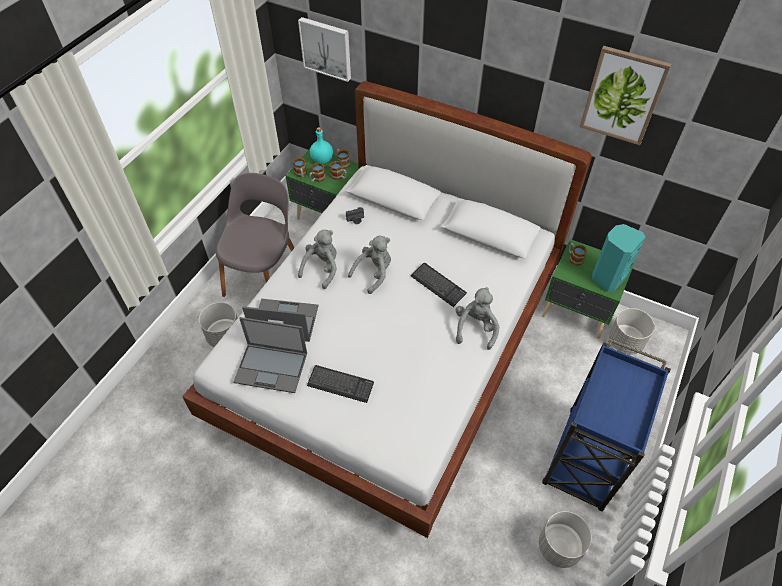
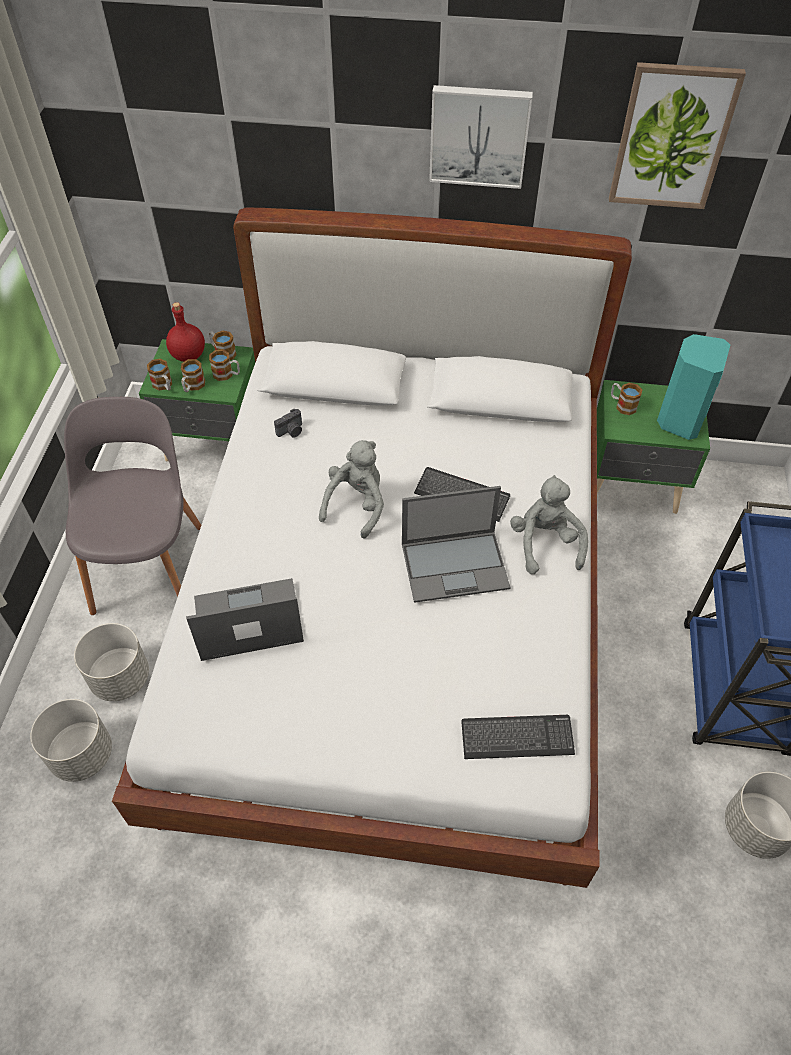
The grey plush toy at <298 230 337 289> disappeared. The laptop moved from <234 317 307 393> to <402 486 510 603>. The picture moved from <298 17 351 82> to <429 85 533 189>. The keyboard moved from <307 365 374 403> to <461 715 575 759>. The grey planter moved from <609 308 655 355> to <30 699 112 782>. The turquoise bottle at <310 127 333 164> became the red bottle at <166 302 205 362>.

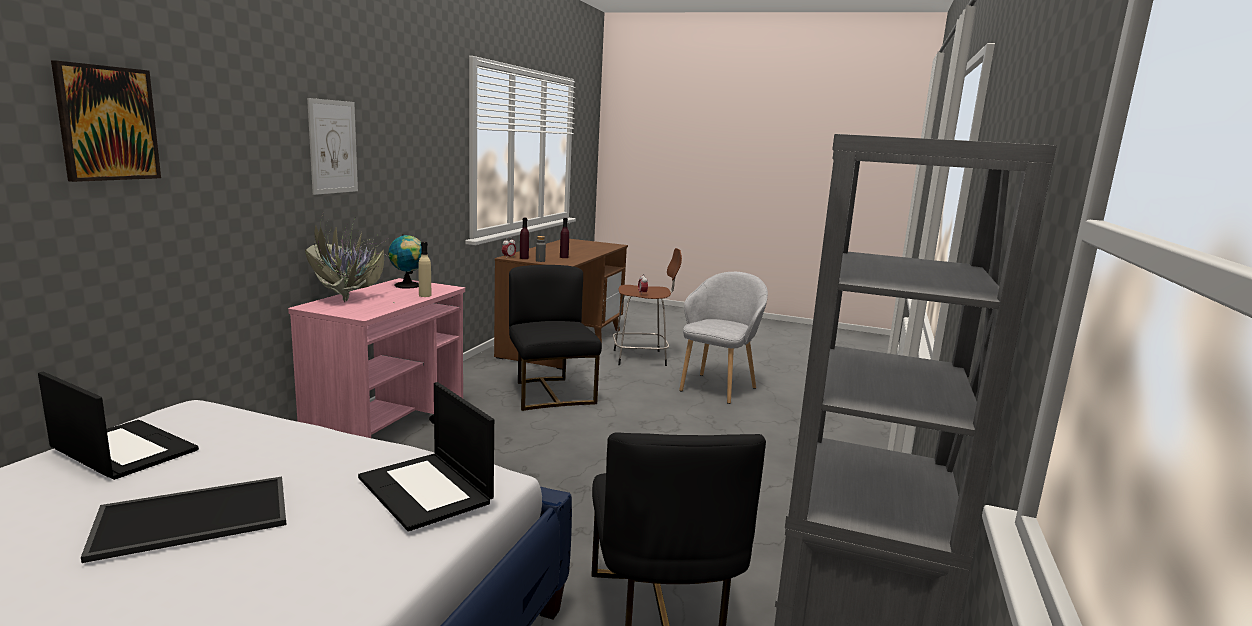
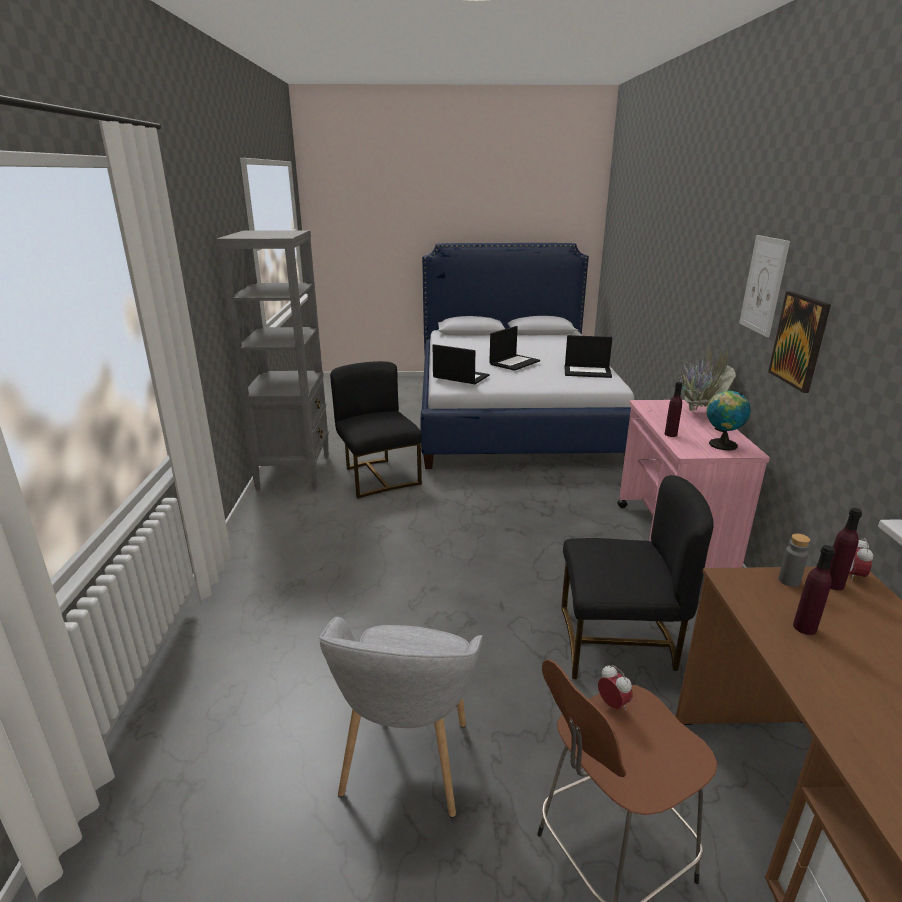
The picture moved from <51 60 161 182> to <768 291 831 393>. The tray at <81 476 286 563> was replaced by the laptop at <489 326 540 371>. The beige bottle at <418 242 431 297> became the purple bottle at <665 382 683 437>. The black chair at <509 265 602 411> turned 45 degrees counterclockwise.

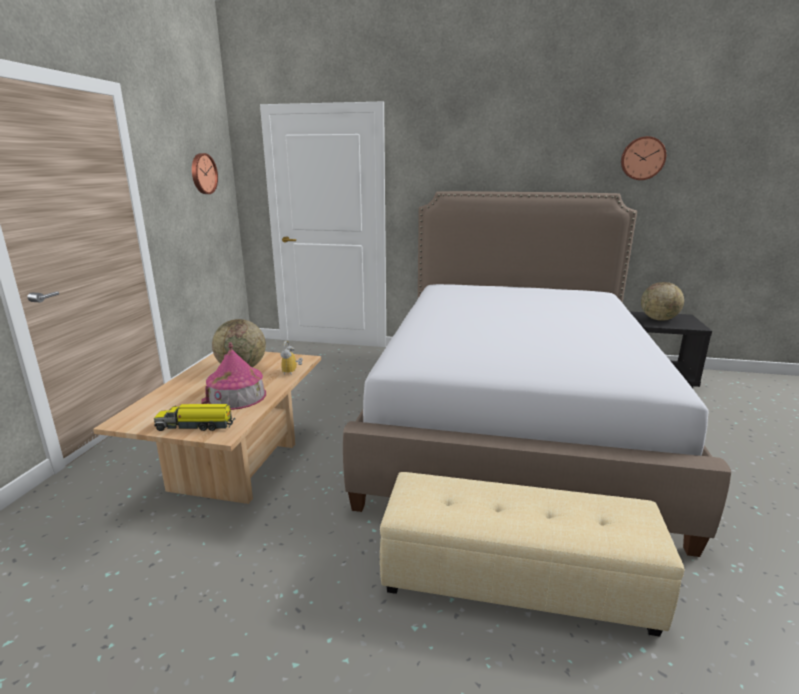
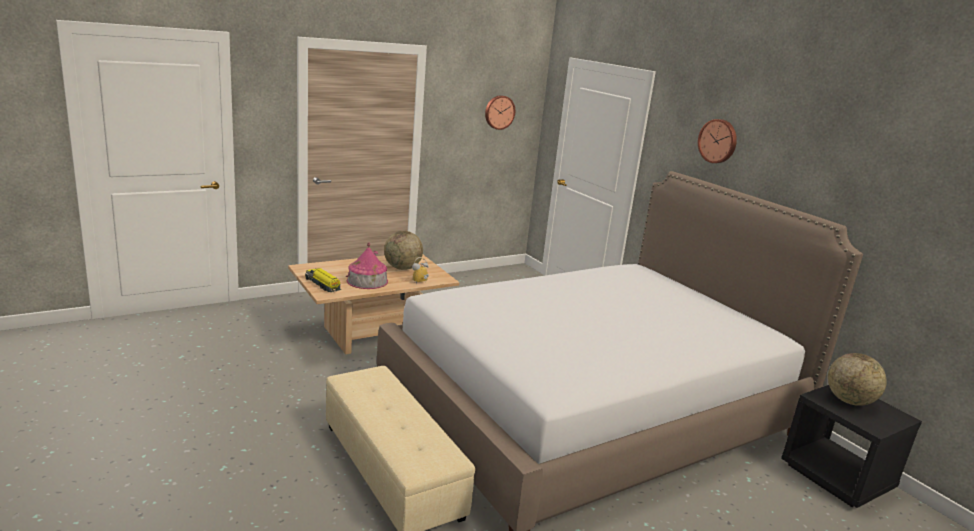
The wall clock moved from <621 136 666 180> to <698 119 737 163>.

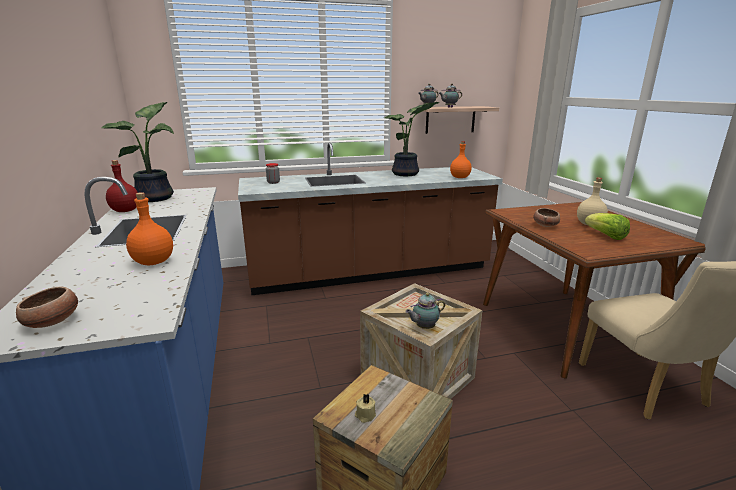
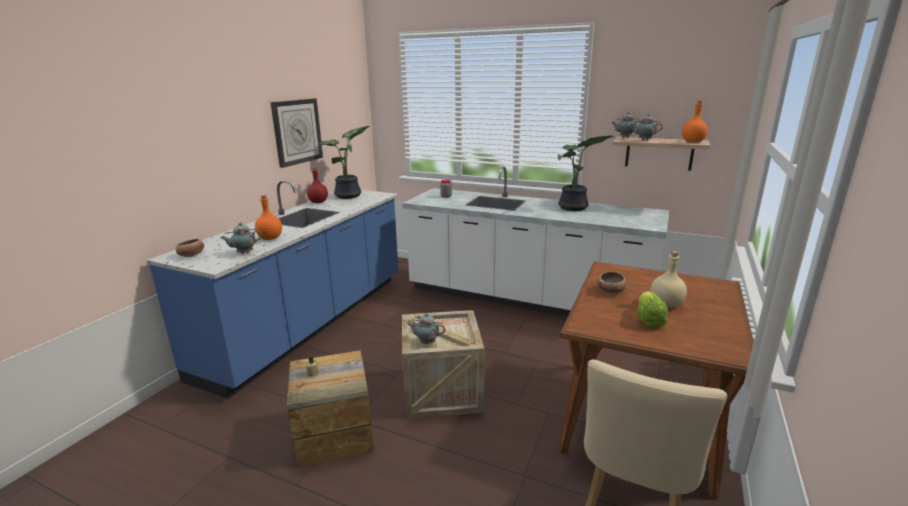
The teapot at <221 222 262 254> appeared. The wall clock at <270 98 323 168> appeared. The orange bottle moved from <450 141 472 178> to <682 101 708 143>. The brown counter at <238 142 503 295> became the white counter at <402 166 669 317>.

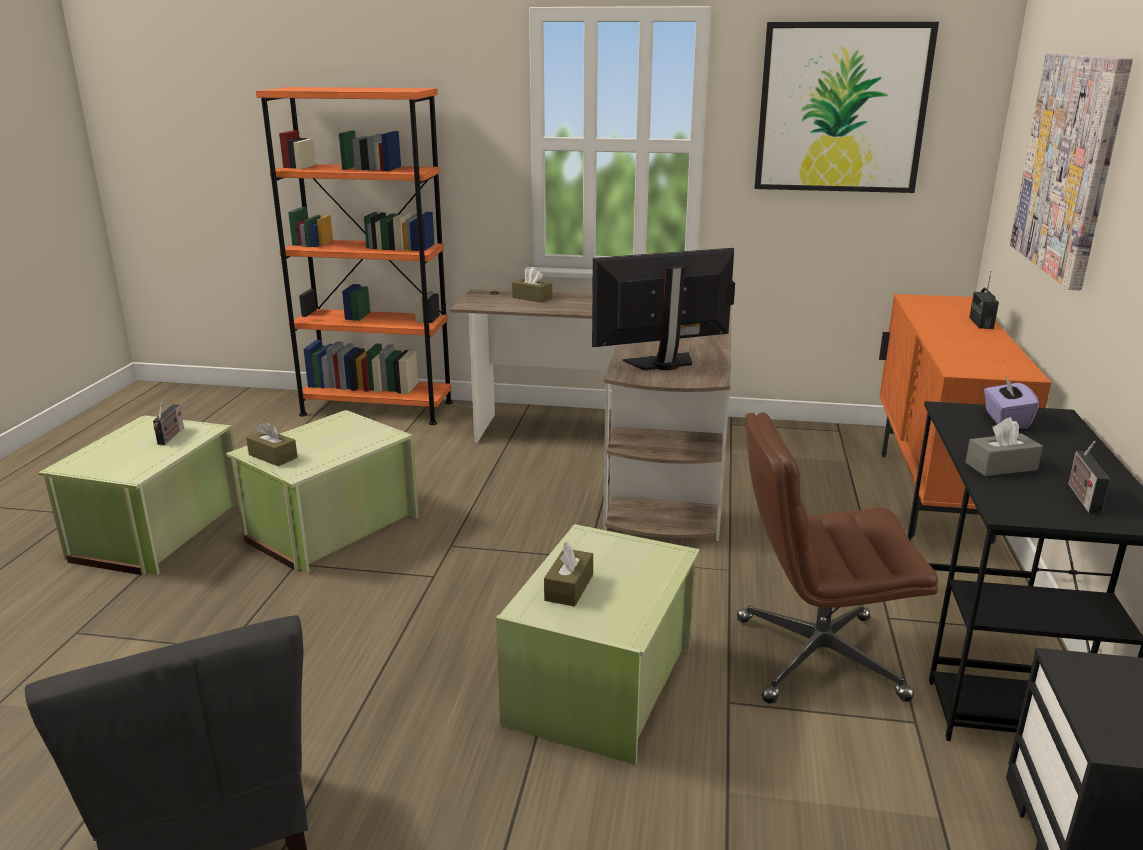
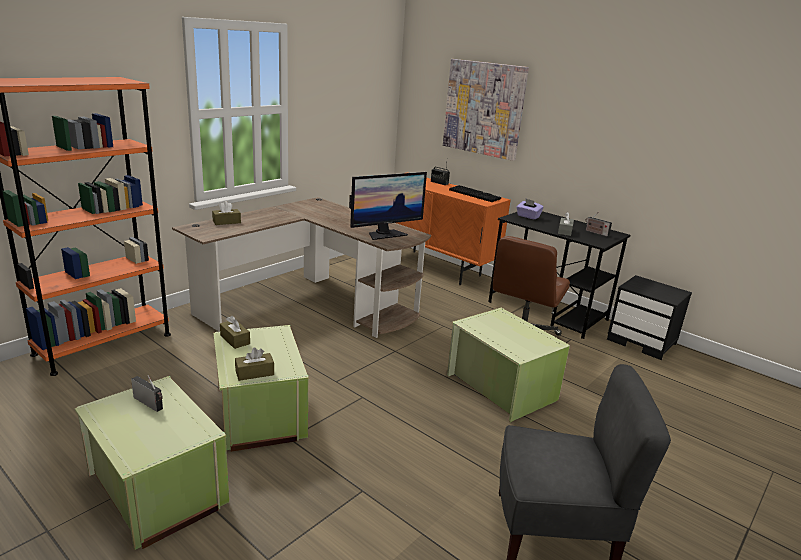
The picture at <755 22 939 193> disappeared. The keyboard at <449 185 501 202> appeared. The brown tissue box moved from <544 542 593 607> to <220 316 250 349>. The monitor at <592 248 735 371> turned 135 degrees counterclockwise.

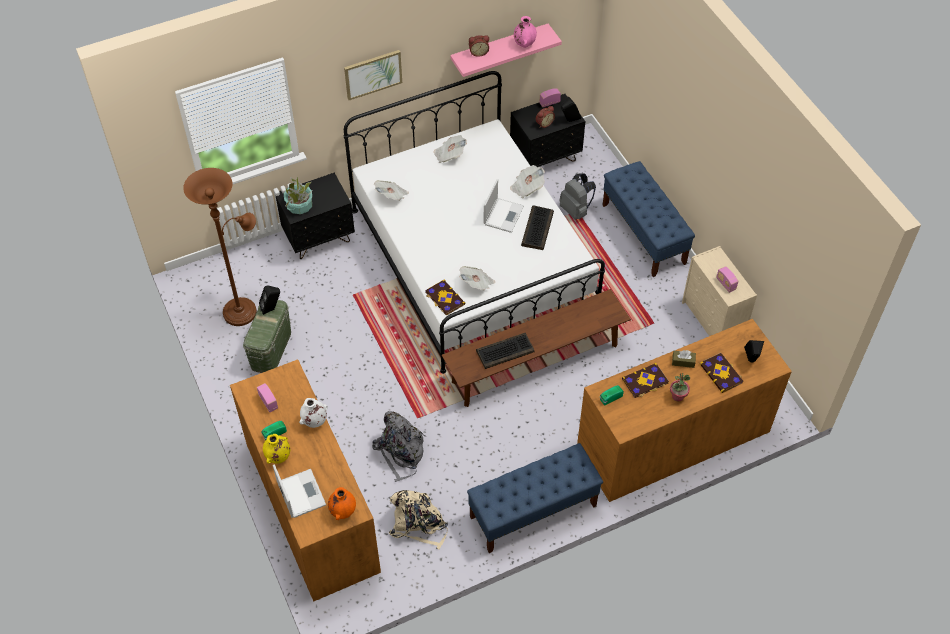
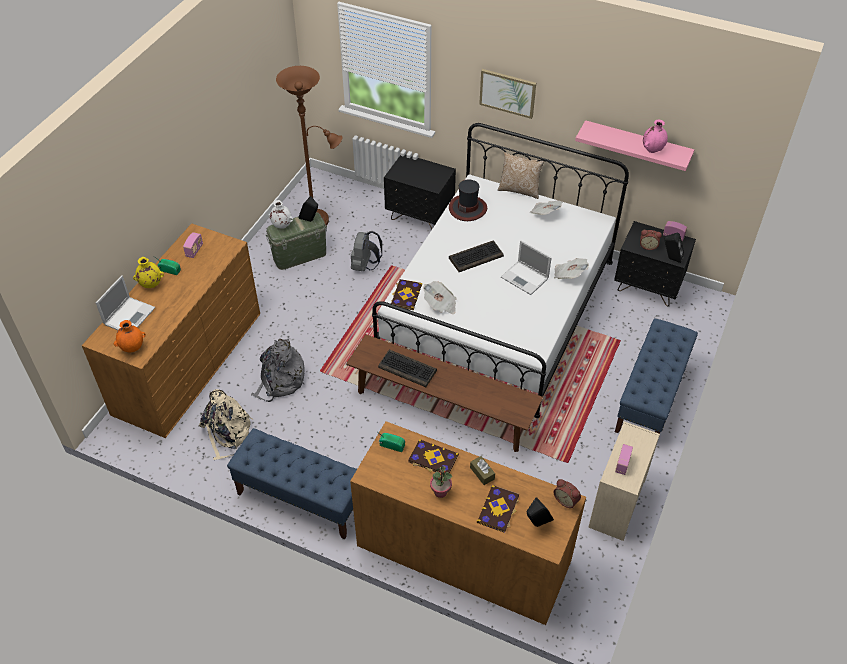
The potted plant at <284 176 314 214> disappeared. The pillow at <498 152 545 199> appeared. The white vase moved from <299 398 328 428> to <268 200 293 229>. The alarm clock moved from <469 35 489 57> to <553 479 581 508>. The keyboard moved from <521 206 554 250> to <449 240 504 272>. The grey backpack moved from <559 173 596 220> to <351 231 382 271>. The newspaper at <374 180 409 201> was replaced by the hat at <449 180 487 221>. The laptop at <484 179 524 233> turned 60 degrees clockwise.

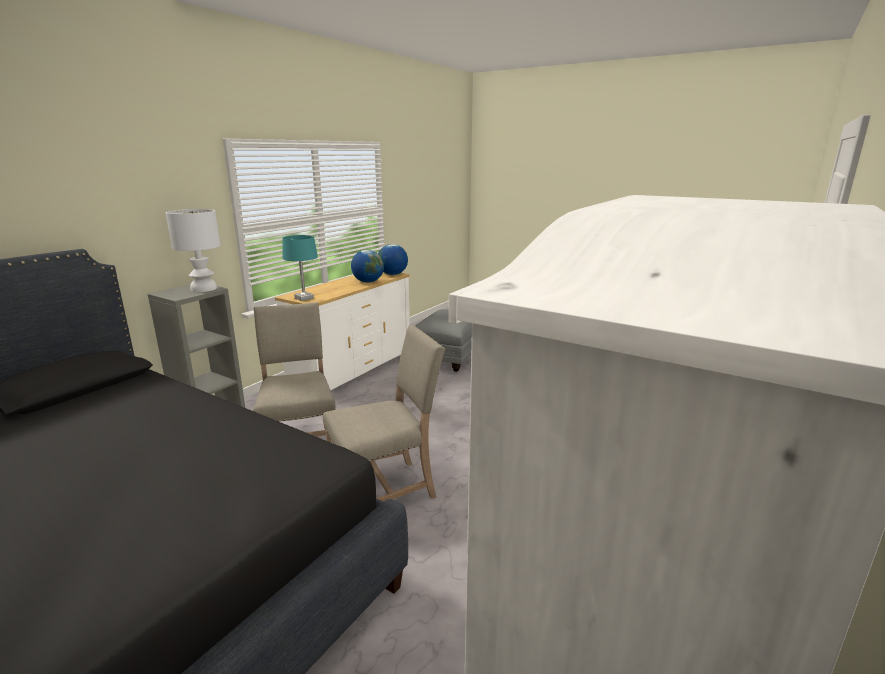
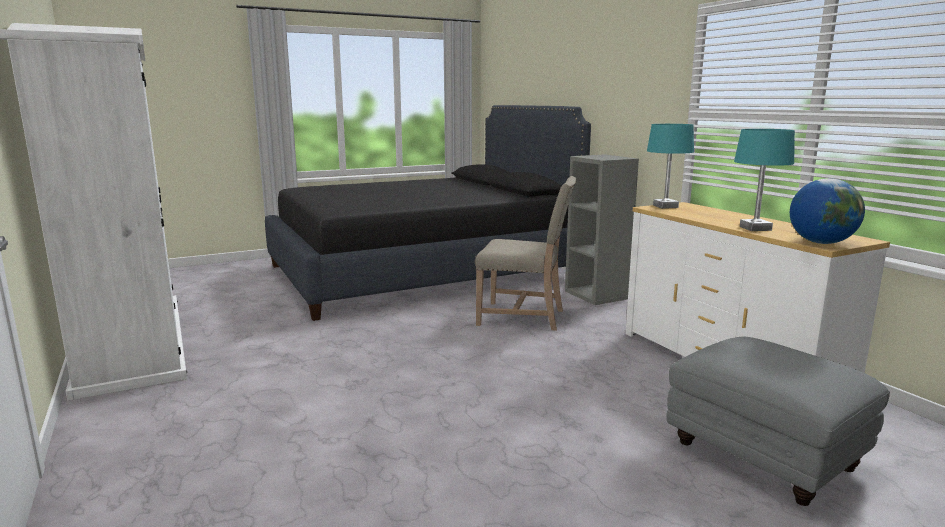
The white table lamp at <166 209 220 292> disappeared. The beige chair at <323 325 445 502> disappeared. The globe at <351 250 384 283> was replaced by the turquoise table lamp at <734 129 795 231>.

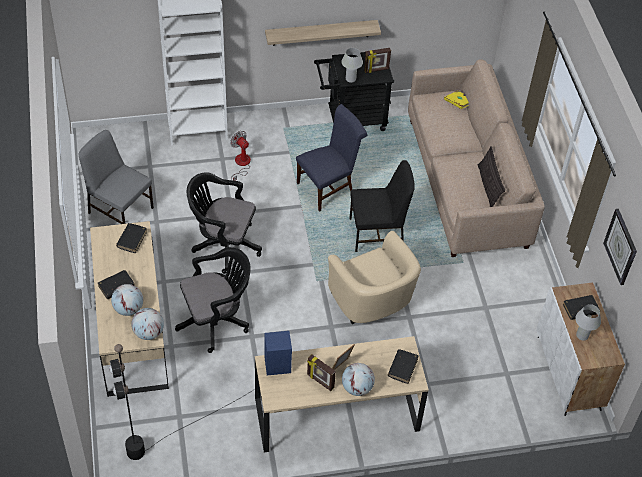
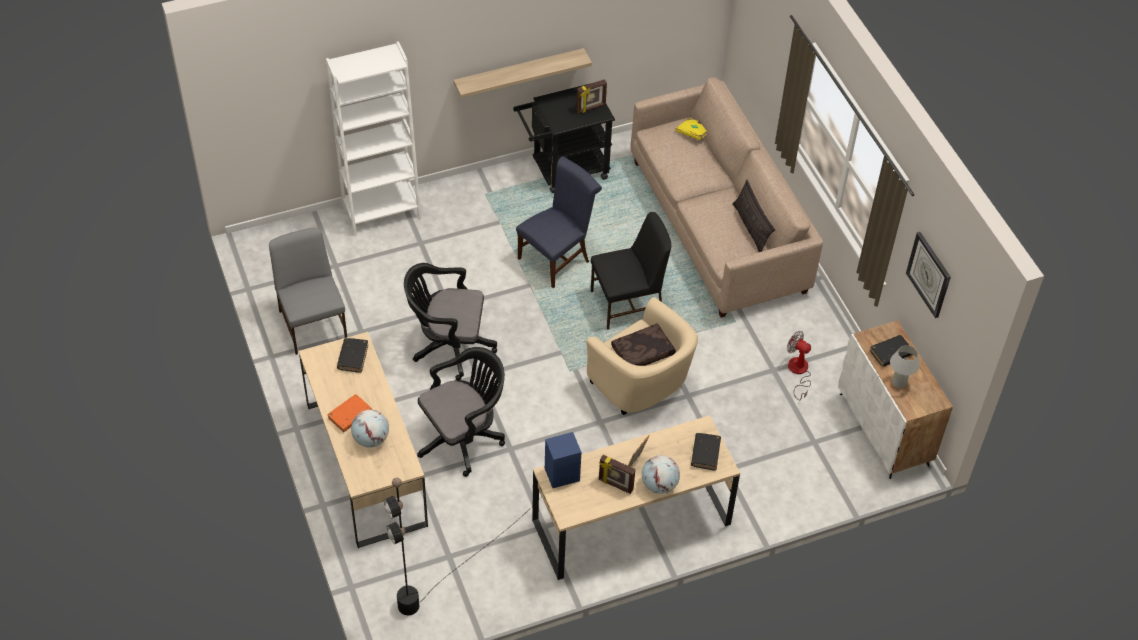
The globe at <131 308 164 340> disappeared. The white table lamp at <341 48 363 83> disappeared. The brown pillow at <611 323 676 366> appeared. The fan moved from <230 131 251 181> to <787 331 811 401>. The black book at <98 270 135 299> became the orange book at <327 394 372 432>. The grey chair at <78 130 154 224> turned 45 degrees clockwise.

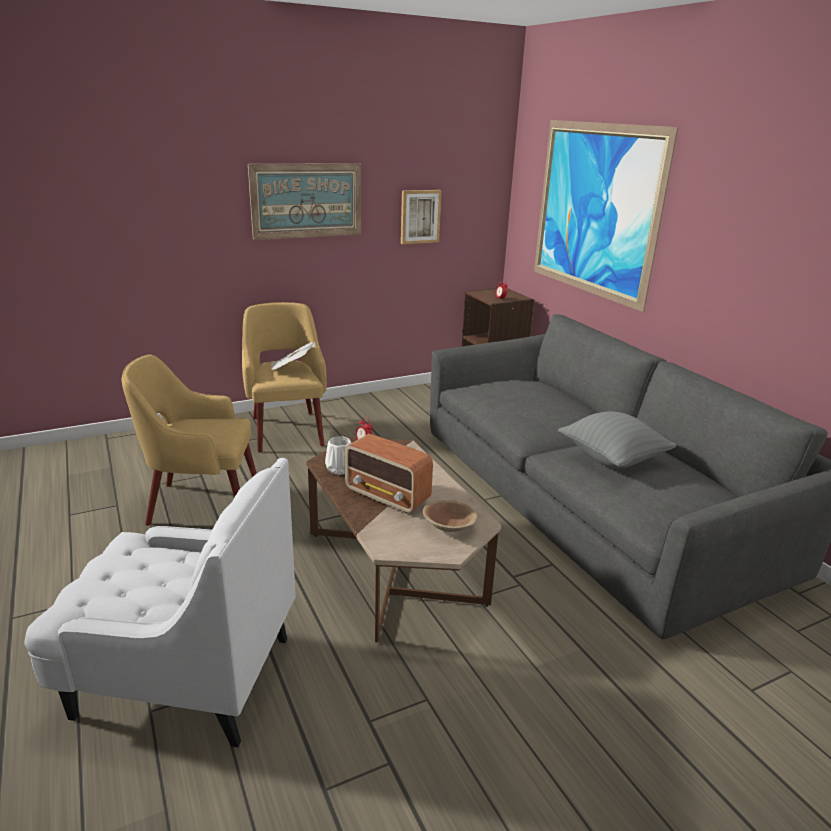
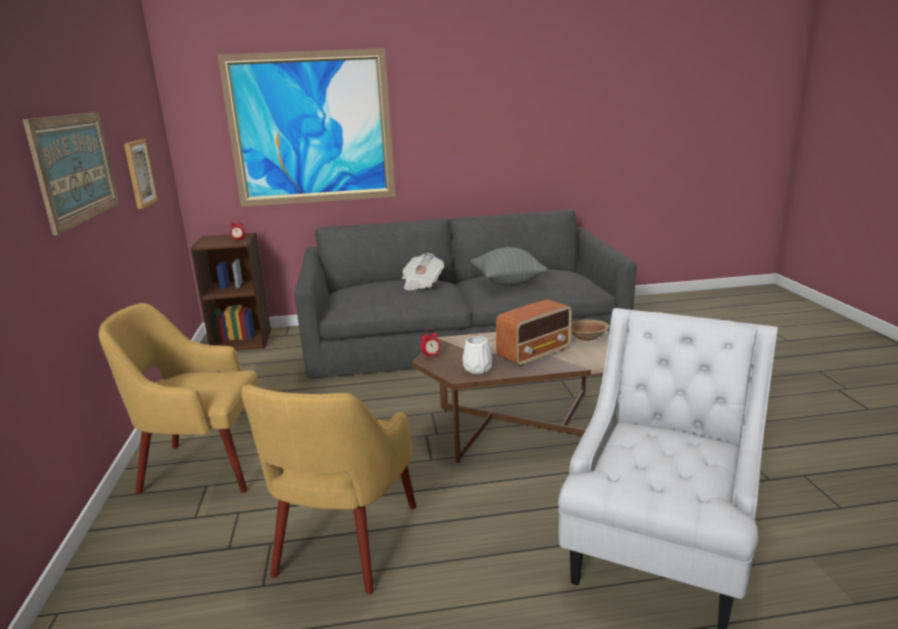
The newspaper moved from <271 342 315 371> to <402 253 444 290>.

